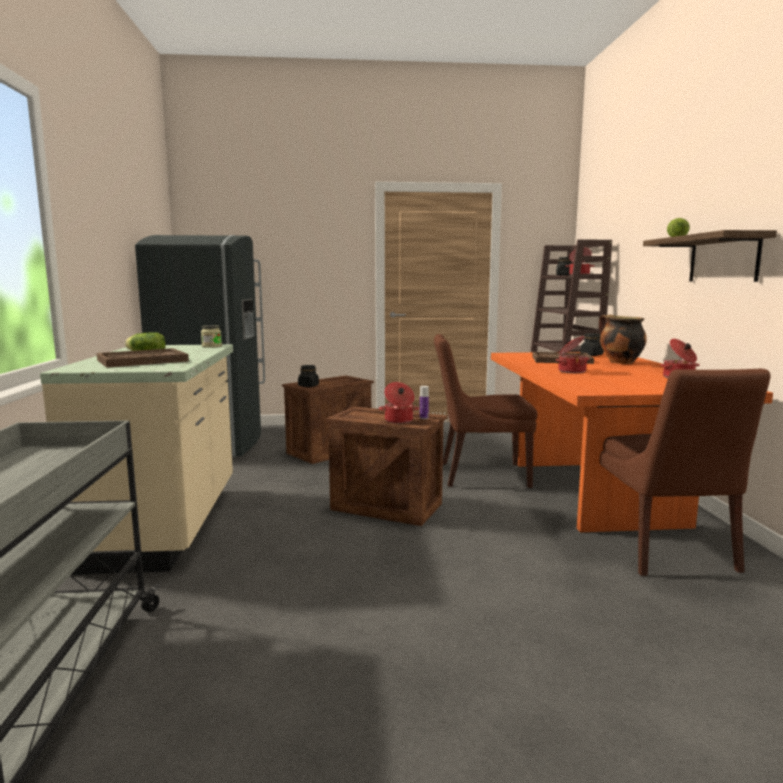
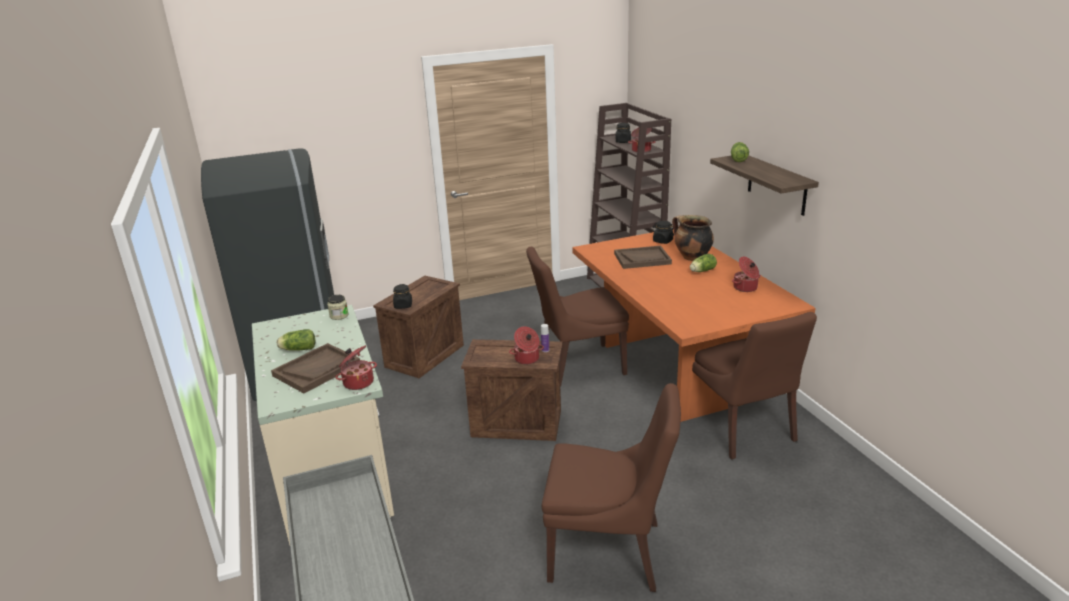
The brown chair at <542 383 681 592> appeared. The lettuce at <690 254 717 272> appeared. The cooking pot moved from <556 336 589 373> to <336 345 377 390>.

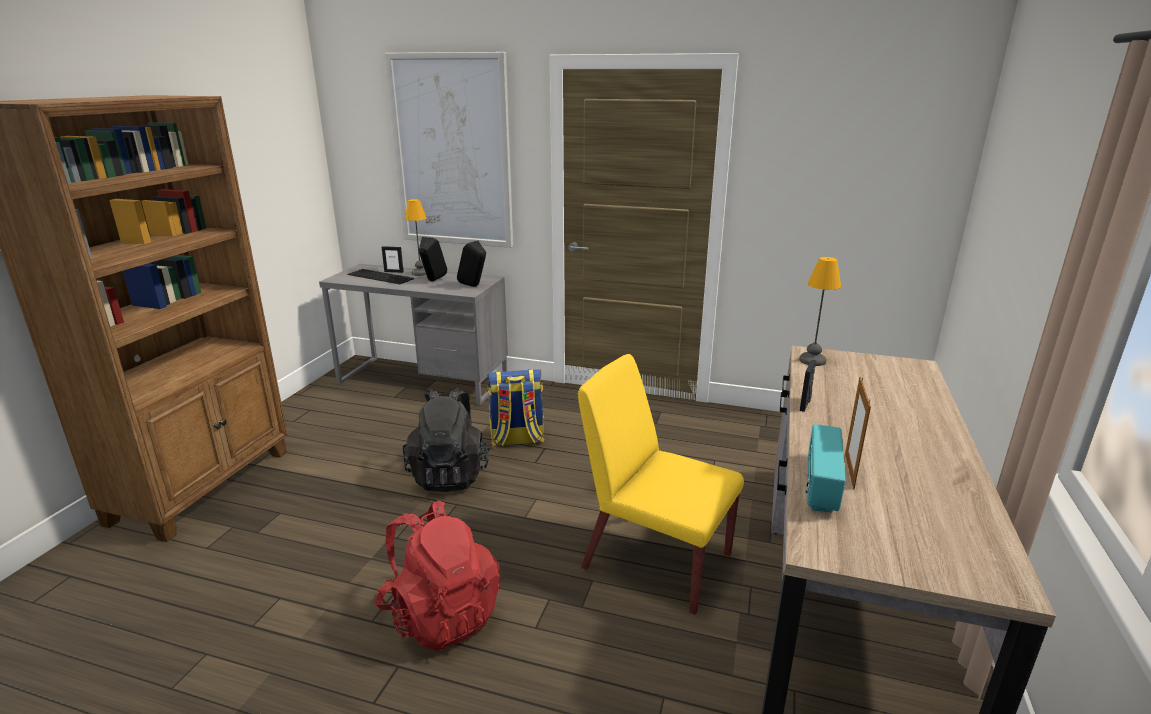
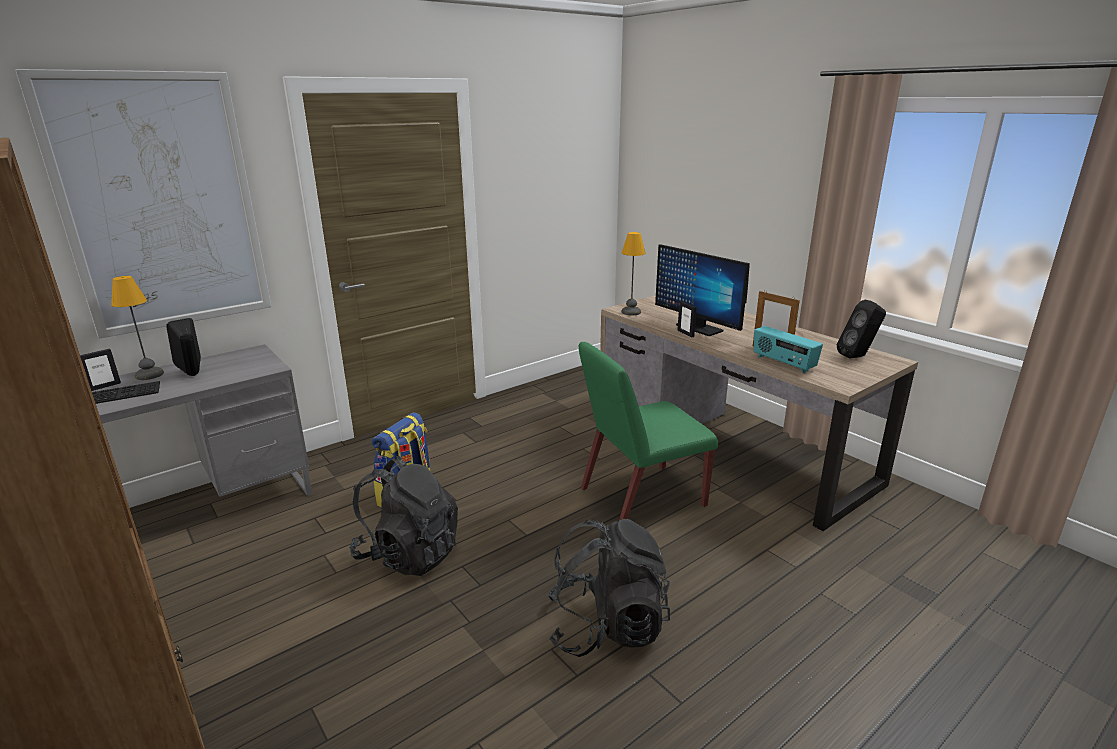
The monitor at <655 244 750 336> appeared. The black speaker moved from <457 241 486 287> to <837 300 886 359>. The red backpack at <375 500 500 651> became the black backpack at <547 519 670 657>. The yellow chair at <578 354 744 615> became the green chair at <579 342 718 521>.

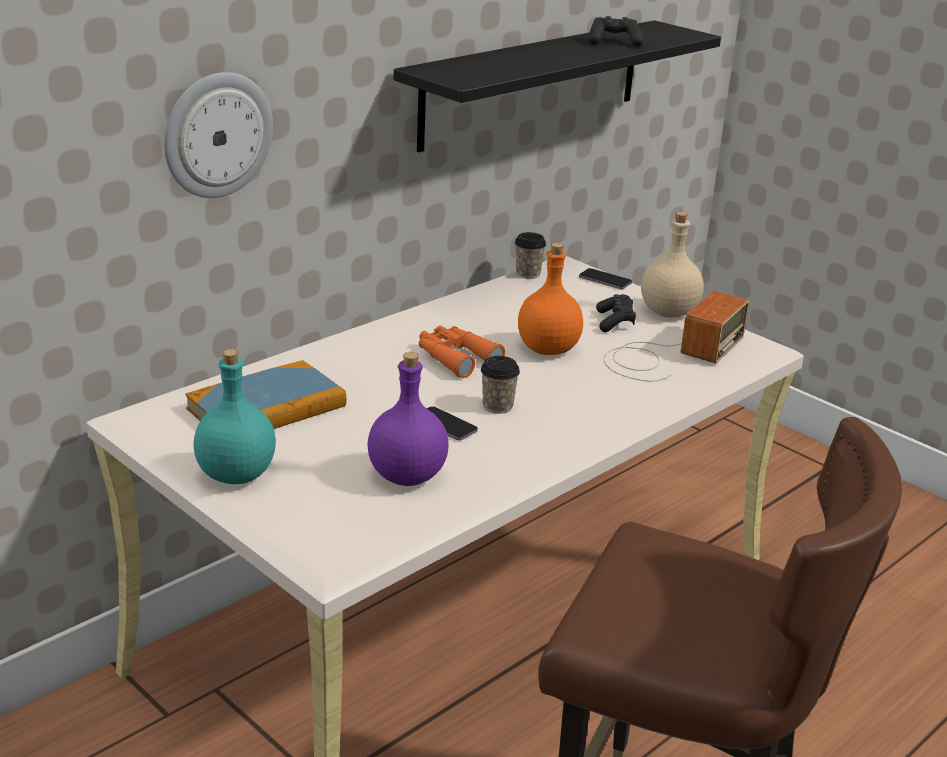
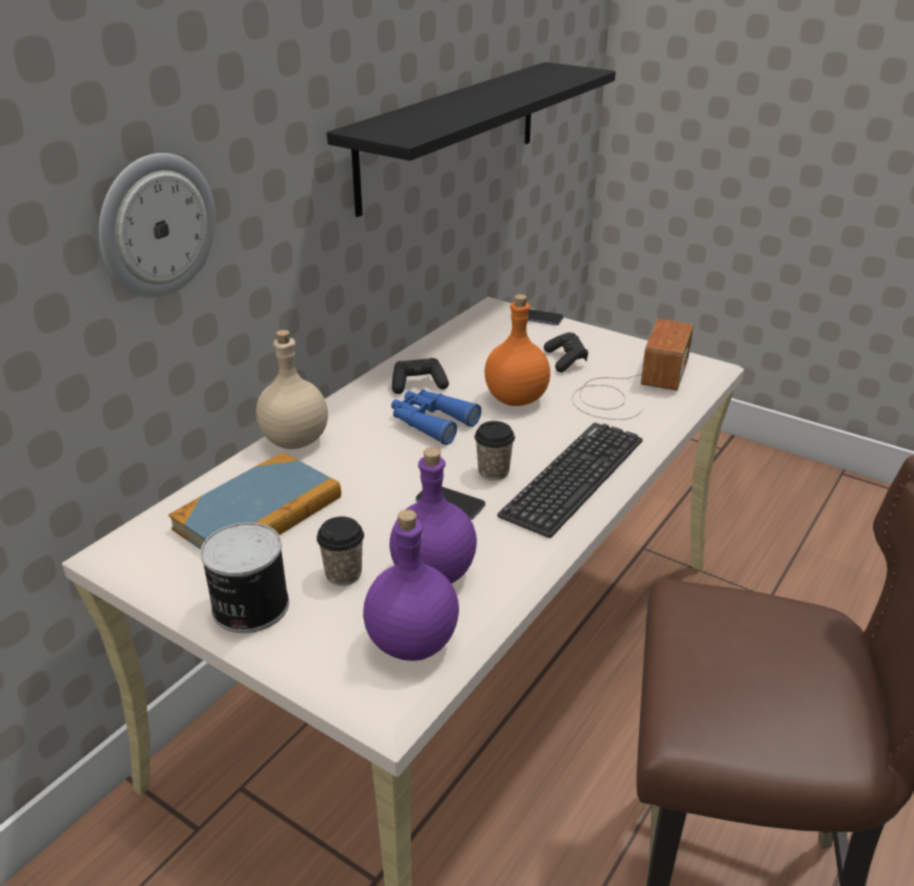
The purple bottle at <363 510 459 661> appeared. The keyboard at <497 423 643 538> appeared. The cup moved from <515 232 546 279> to <317 517 364 586>. The black game controller moved from <589 16 644 46> to <392 358 449 394>. The beige bottle moved from <641 212 704 318> to <256 330 328 449>. The turquoise bottle at <194 349 276 484> was replaced by the can at <200 522 289 633>. The orange binoculars at <419 325 506 378> became the blue binoculars at <391 390 481 445>.

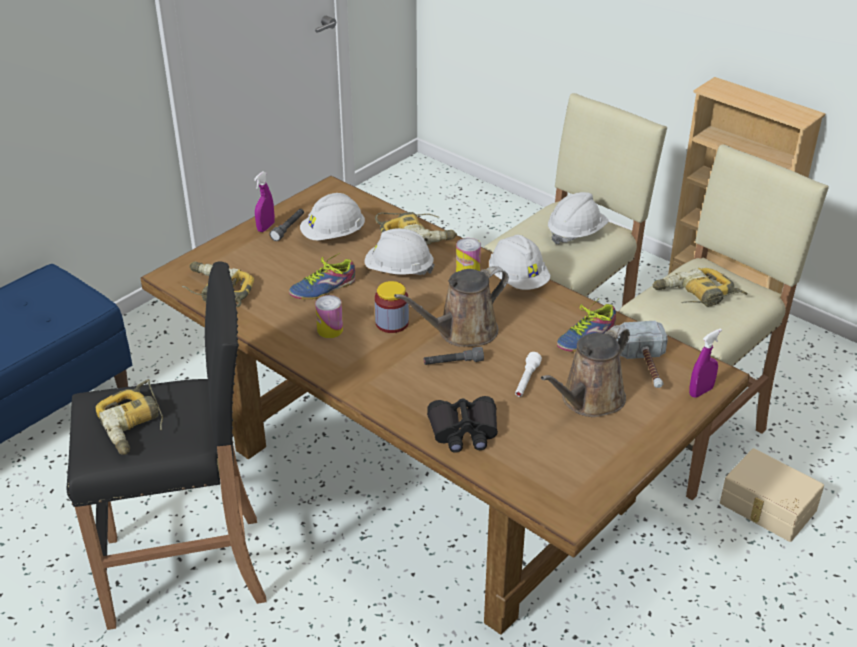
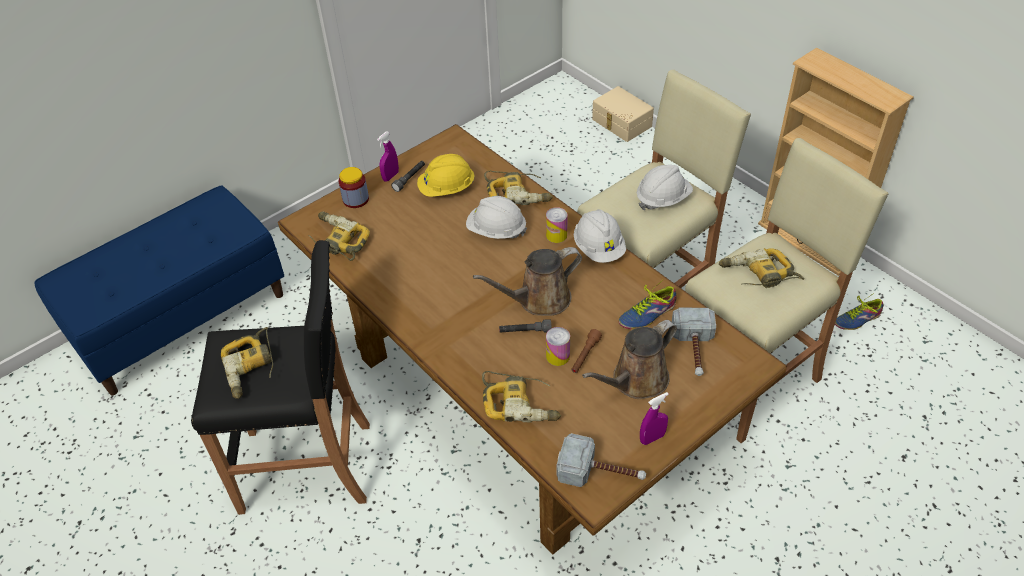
The hammer at <557 433 646 487> appeared. The shoe moved from <289 252 355 299> to <835 295 883 330>. The can moved from <315 295 343 338> to <546 327 570 366>. The jar moved from <375 281 409 333> to <338 167 369 208>. The purple spray bottle moved from <689 328 722 398> to <640 392 669 445>. The beige storage box moved from <720 448 824 542> to <592 86 654 142>. The black binoculars at <427 396 498 453> was replaced by the power drill at <482 371 561 423>. The white hard hat at <300 193 365 241> became the yellow hard hat at <417 154 475 197>. The white flashlight at <515 352 542 397> became the brown flashlight at <571 329 602 373>.

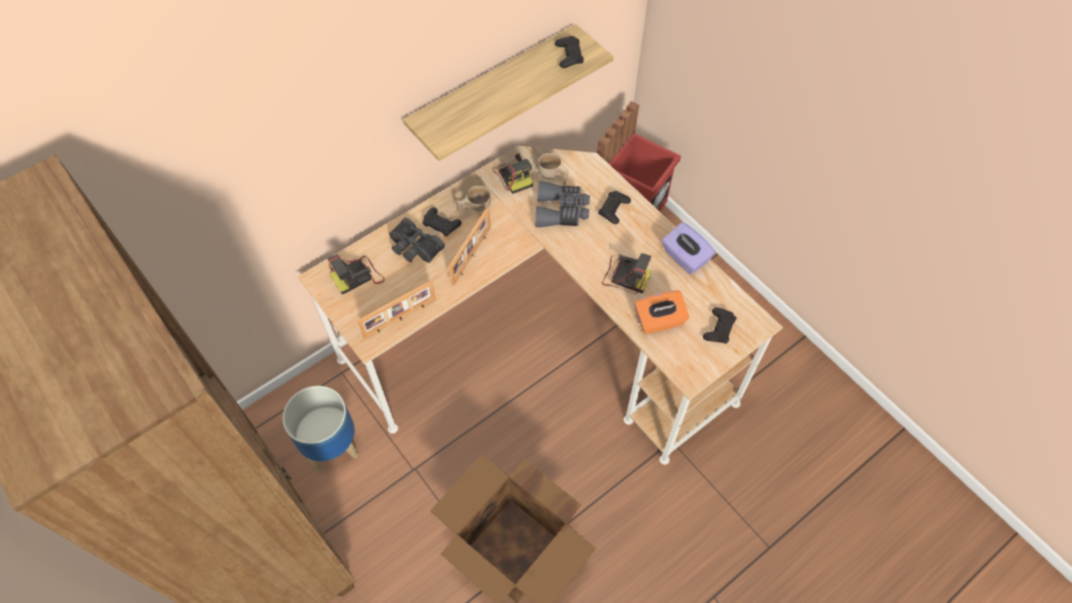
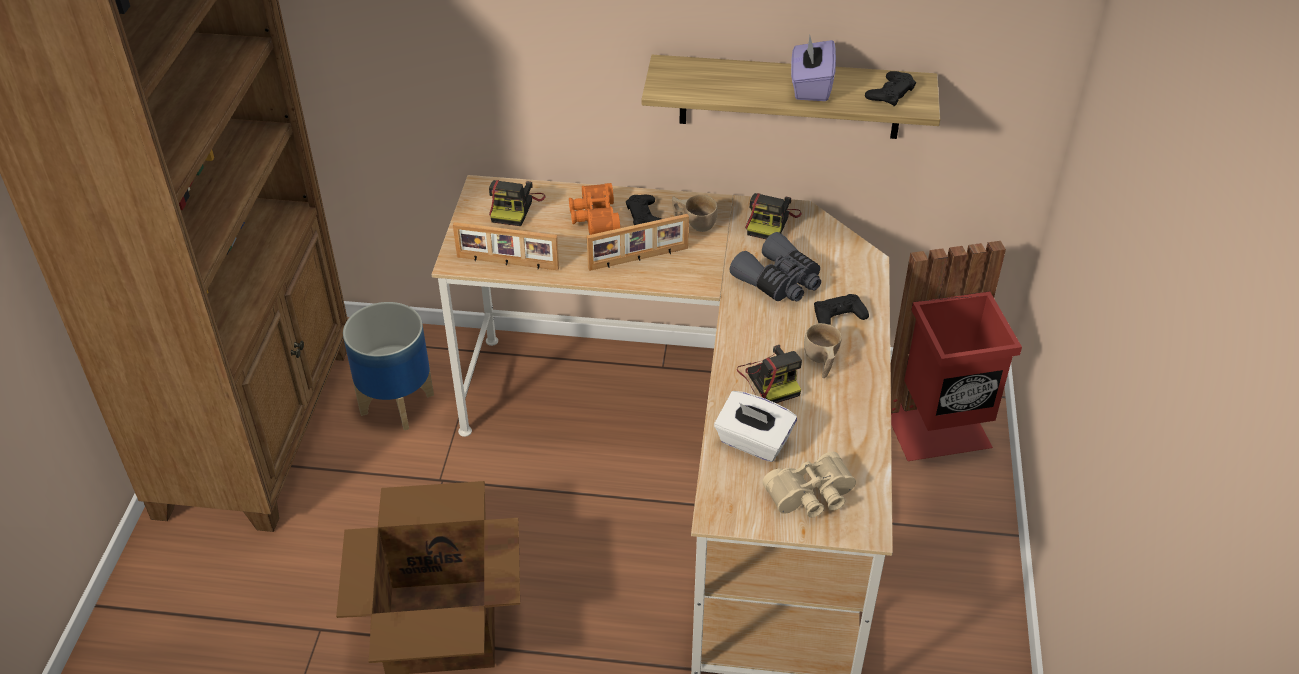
The beige cup moved from <538 153 568 185> to <804 323 842 378>. The purple tissue box moved from <662 222 715 274> to <791 36 836 101>. The black game controller at <703 308 737 344> was replaced by the beige binoculars at <762 452 856 518>. The black binoculars at <389 218 445 263> became the orange binoculars at <569 183 620 235>. The orange tissue box at <634 290 689 334> became the white tissue box at <714 391 797 462>. The photo camera at <328 254 385 294> turned 90 degrees counterclockwise.

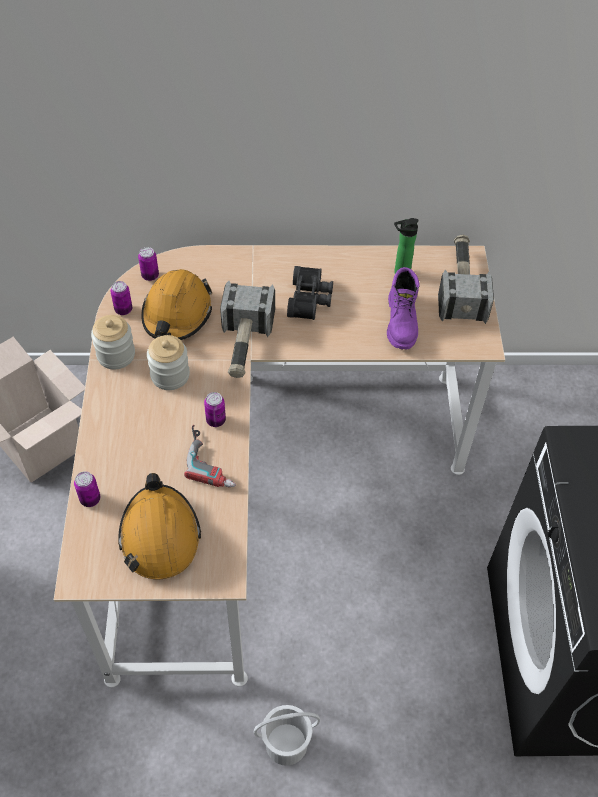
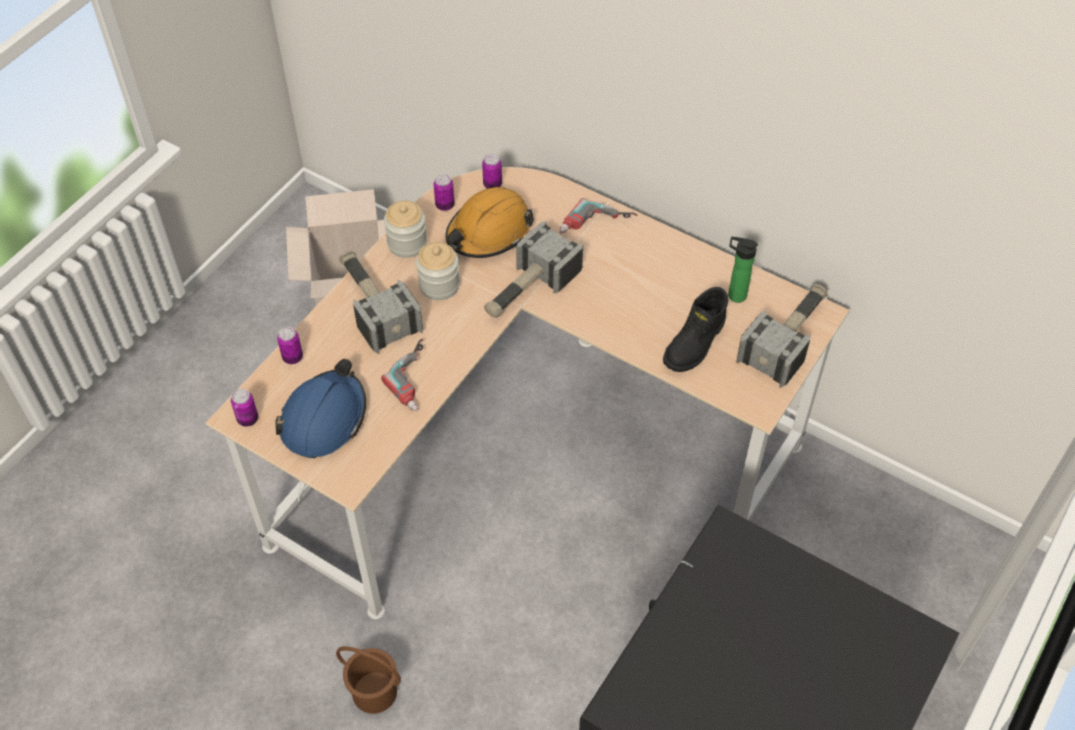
The black binoculars at <287 266 333 320> disappeared. The hammer at <339 250 423 354> appeared. The power drill at <559 198 637 234> appeared. The can moved from <204 392 226 427> to <231 389 258 427>. The orange hard hat at <118 473 201 580> became the blue hard hat at <275 359 366 458>. The white bucket at <254 705 320 766> became the brown bucket at <336 646 401 714>. The purple boot at <387 267 420 350> became the black boot at <663 287 728 372>.

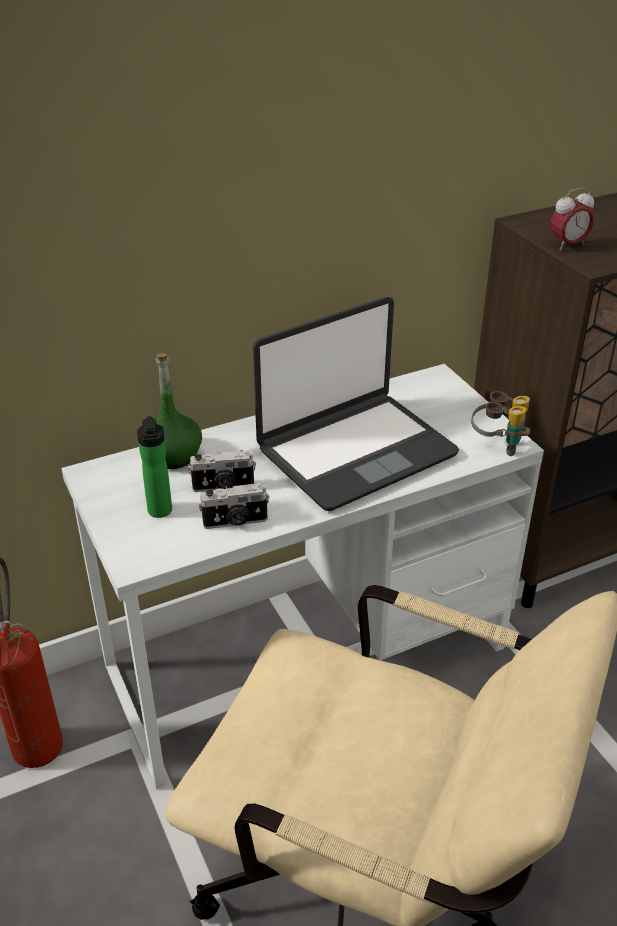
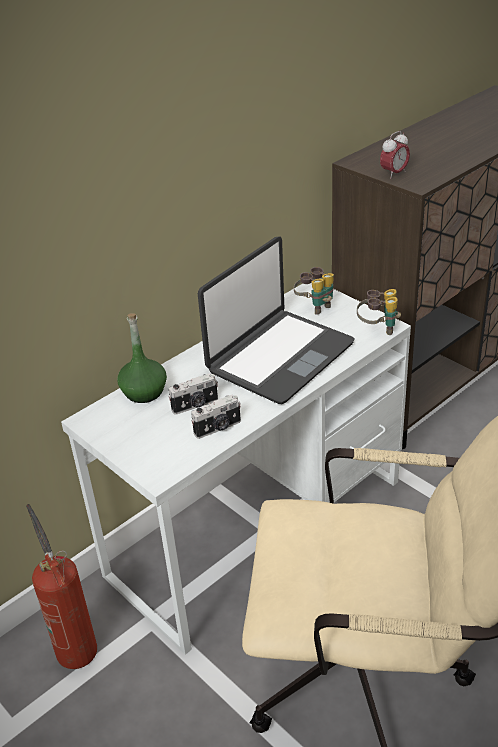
The bottle at <137 416 172 518> disappeared. The binoculars at <294 267 334 315> appeared.

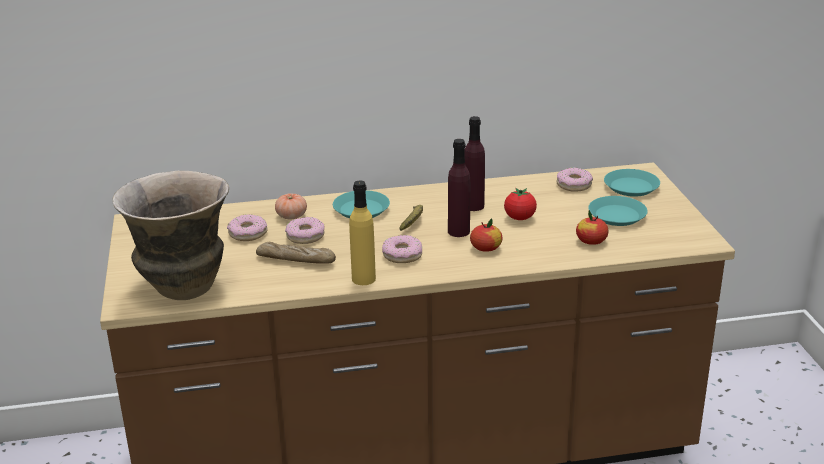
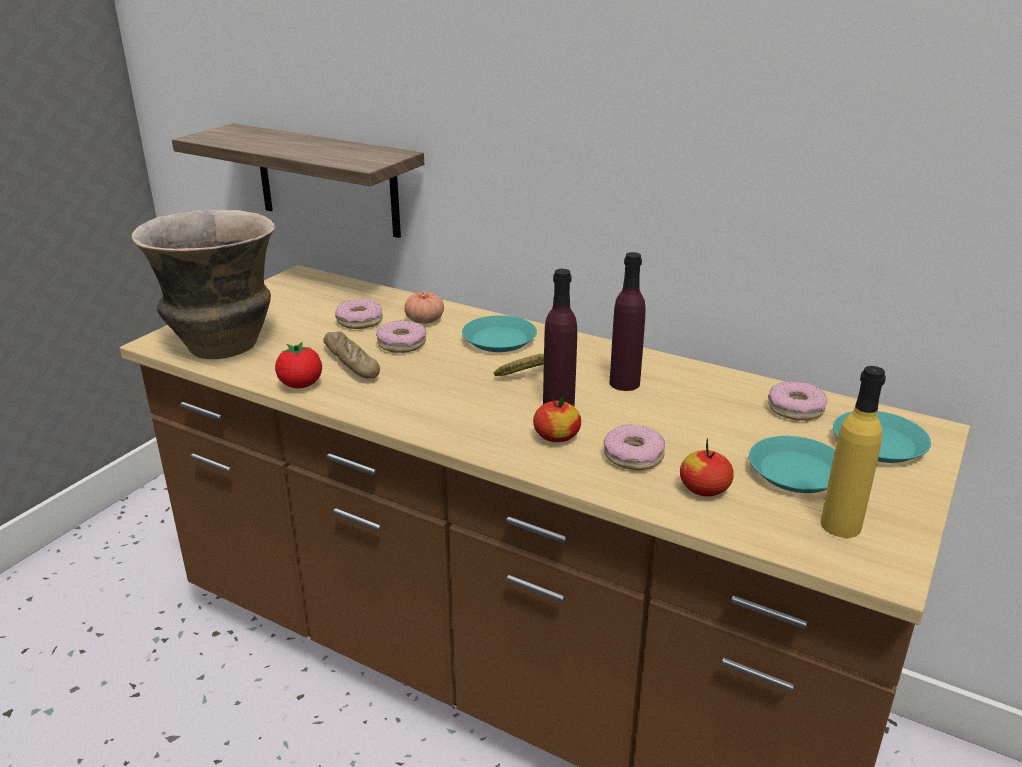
The shelf at <172 123 424 238> appeared. The yellow bottle moved from <349 181 376 285> to <820 366 886 538>. The donut moved from <382 235 422 263> to <604 424 665 470>. The tomato moved from <504 188 537 220> to <275 342 322 388>.

